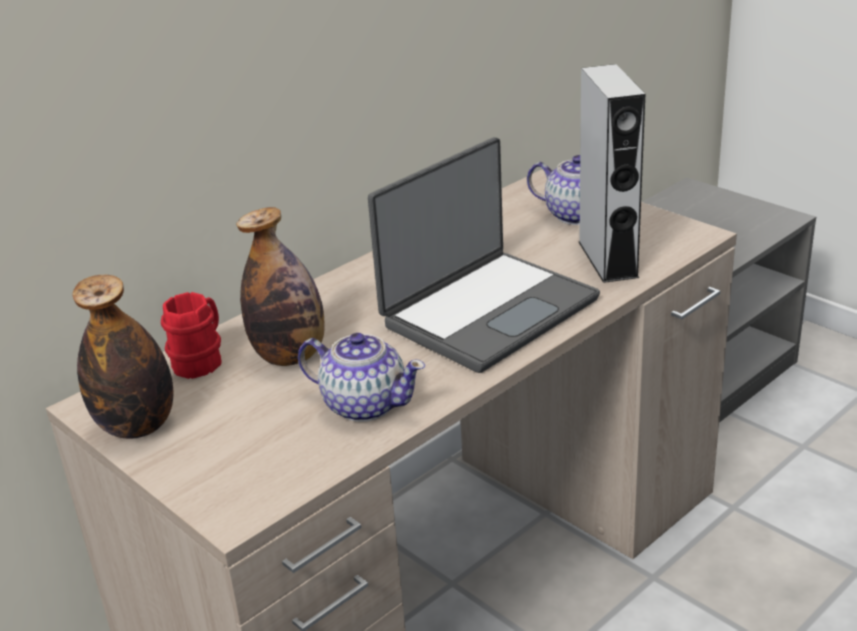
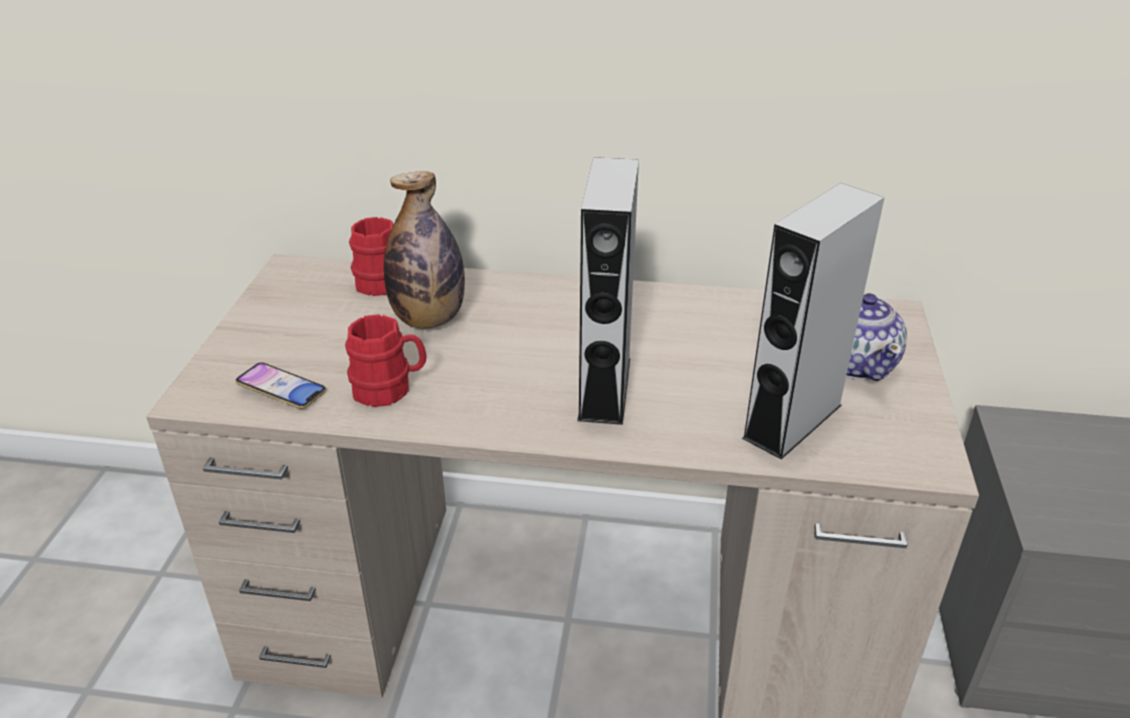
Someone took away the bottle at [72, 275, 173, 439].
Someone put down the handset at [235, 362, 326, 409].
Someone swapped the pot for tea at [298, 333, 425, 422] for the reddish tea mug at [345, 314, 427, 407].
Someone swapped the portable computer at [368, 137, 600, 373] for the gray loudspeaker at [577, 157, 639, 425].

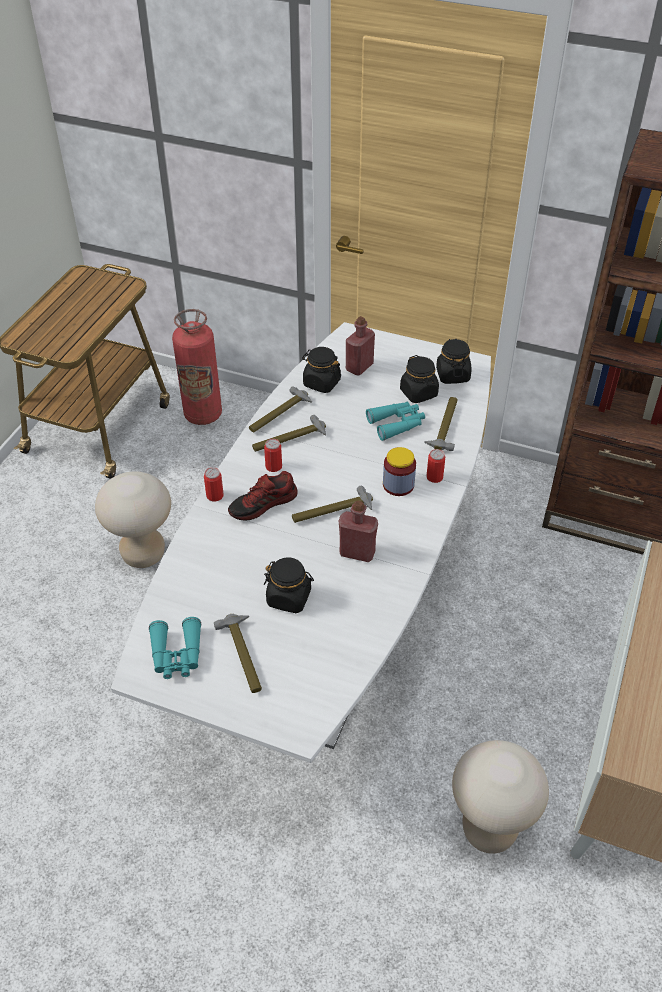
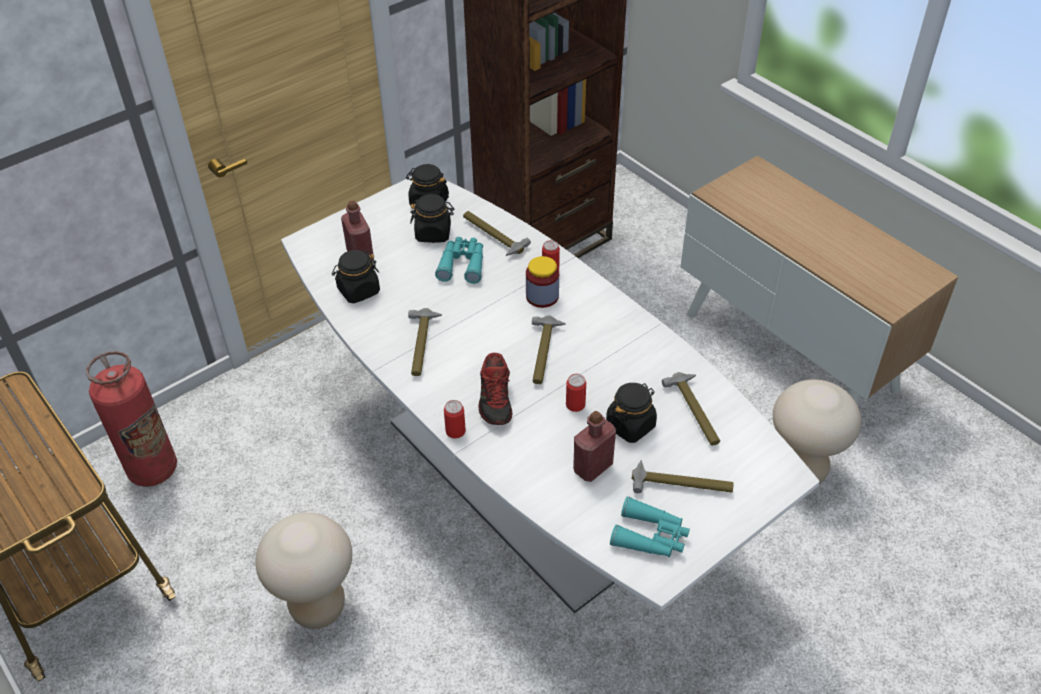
Someone carried the hand hammer from [249, 386, 312, 432] to [662, 372, 720, 446].
Someone carried the metal can from [264, 439, 282, 472] to [566, 374, 586, 412].
Someone carried the reddish bottle from [339, 501, 378, 562] to [573, 411, 616, 482].

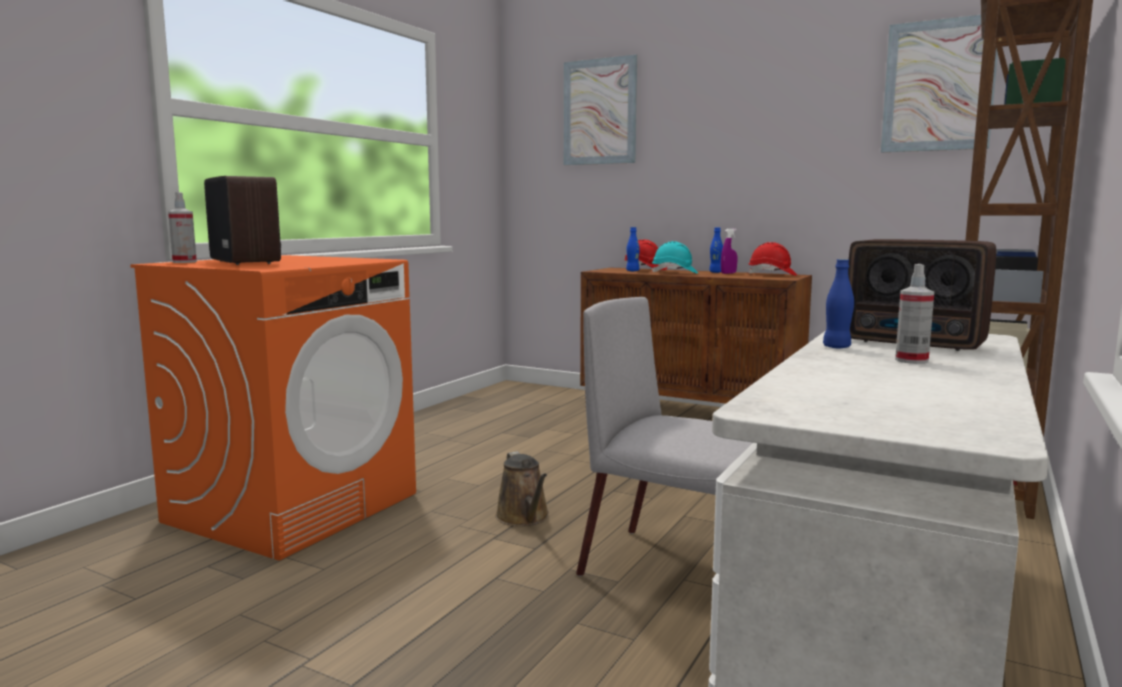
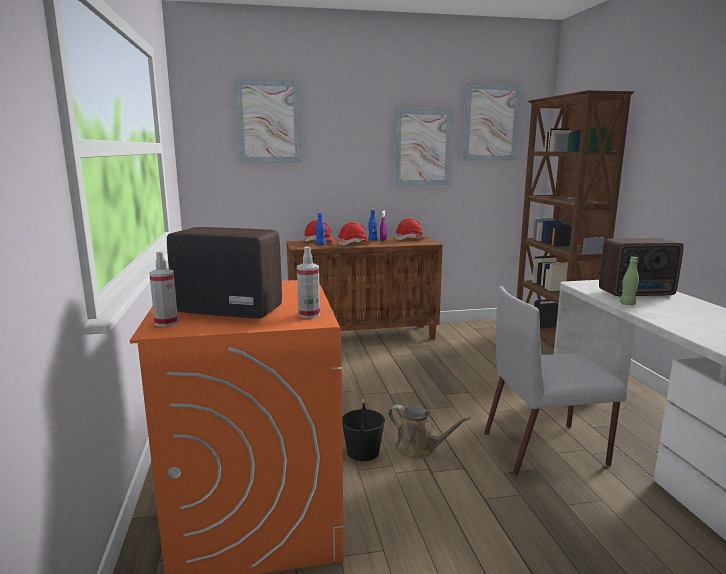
Someone put down the black-coloured pail at [342, 399, 385, 461].
Someone put up the wall picture at [394, 108, 453, 186].
Someone carried the hand sprayer from [895, 264, 935, 364] to [297, 246, 320, 318].
Someone repainted the turquoise hard hat at [652, 241, 698, 274], which became the reddish hard hat at [338, 222, 369, 246].
Someone repainted the blue-coloured bottle at [823, 259, 854, 348], which became the green bottle at [620, 257, 639, 305].

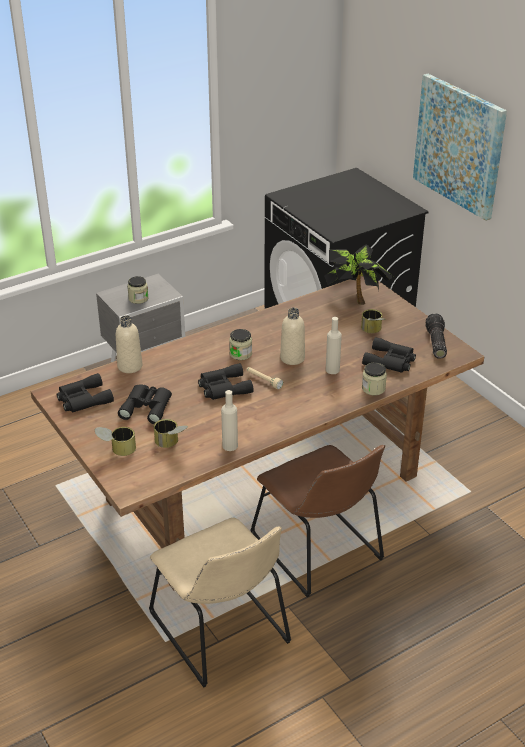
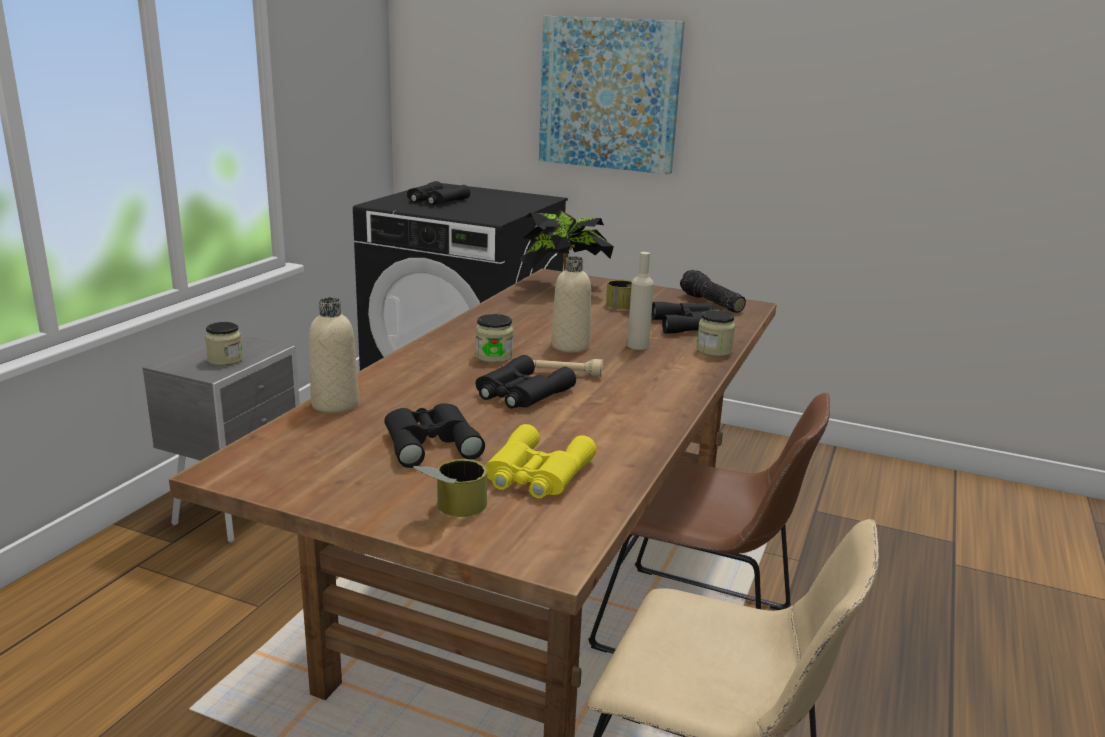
Someone took away the beige bottle at [221, 390, 238, 451].
Someone carried the black-coloured pair of binoculars from [57, 373, 114, 413] to [407, 181, 470, 205].
Someone swapped the metal can at [154, 419, 188, 448] for the yellowish pair of binoculars at [485, 424, 597, 498].

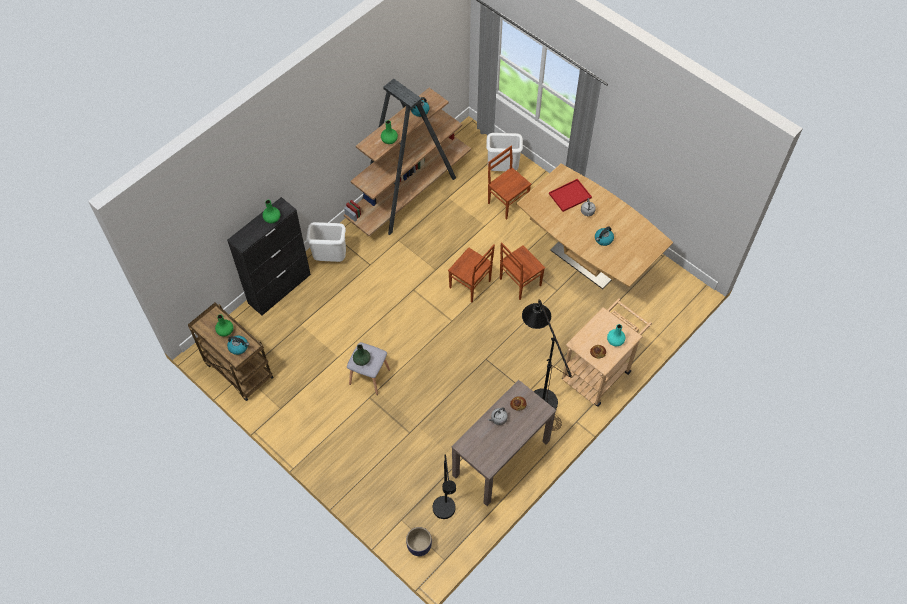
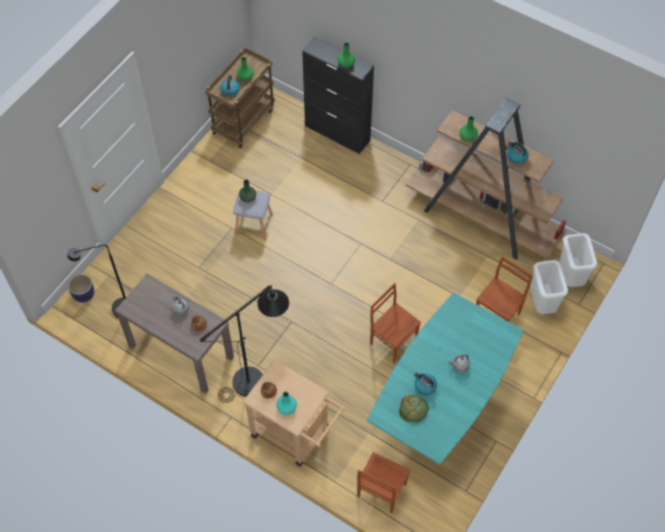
Someone took away the reddish serving tray at [549, 179, 592, 212].
Someone put down the baked bread at [399, 395, 429, 423].
Someone carried the white waste bin from [306, 222, 346, 262] to [560, 233, 597, 287].
Someone carried the brown-coloured plain chair from [448, 244, 495, 302] to [357, 452, 410, 513].
Someone repainted the brown-coloured kitchen table at [516, 164, 673, 289], which became the turquoise kitchen table at [367, 292, 524, 465].

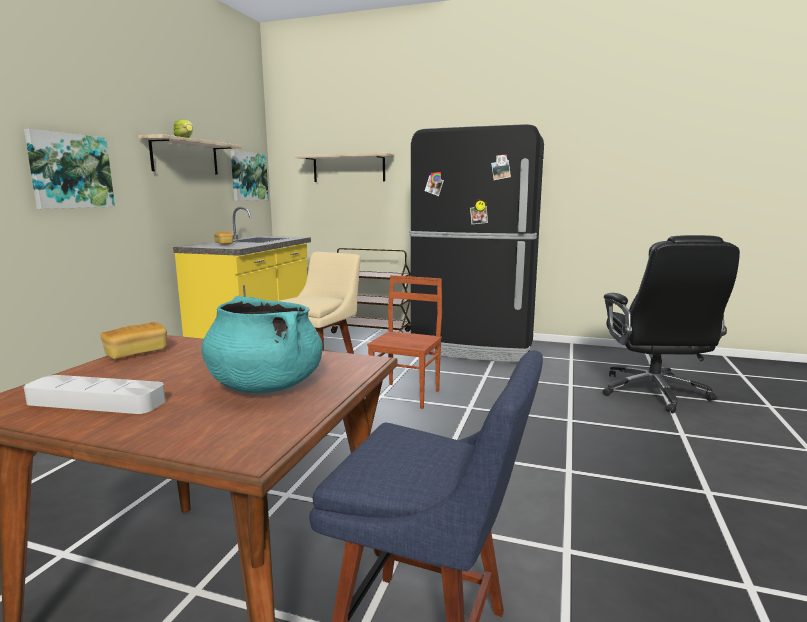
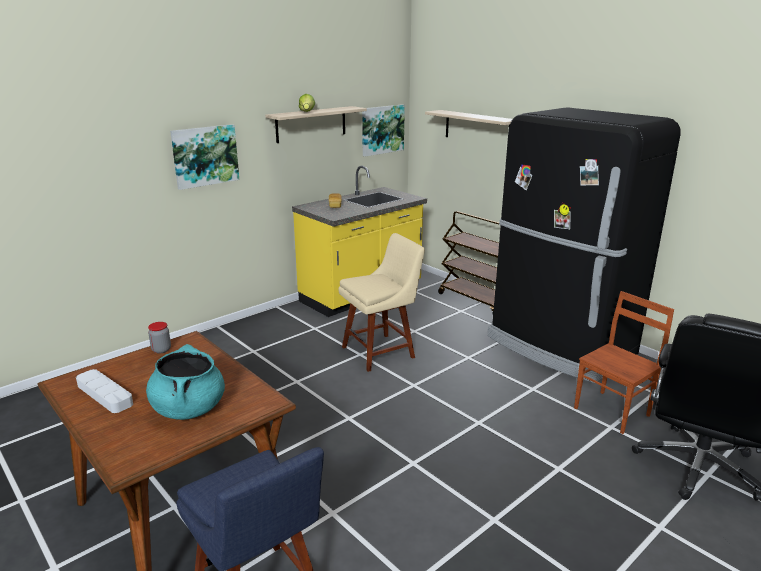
Someone carried the brown-coloured plain chair from [367, 275, 442, 409] to [574, 291, 674, 434].
Someone swapped the baked bread at [101, 322, 167, 359] for the jar at [148, 322, 171, 353].

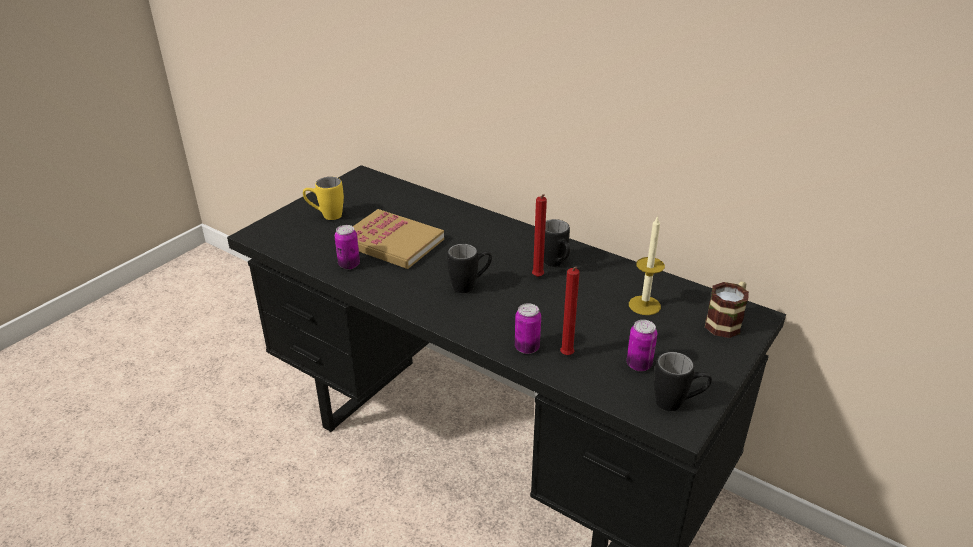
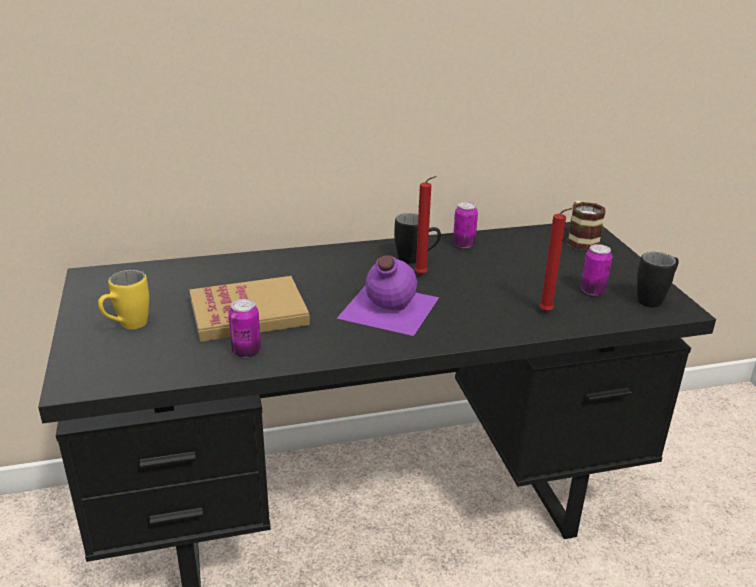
Someone took away the wax light at [629, 215, 665, 315].
Someone carried the metal can from [515, 303, 541, 354] to [453, 202, 478, 248].
Someone swapped the black-coloured tea mug at [447, 244, 492, 293] for the purple bottle at [337, 255, 439, 336].

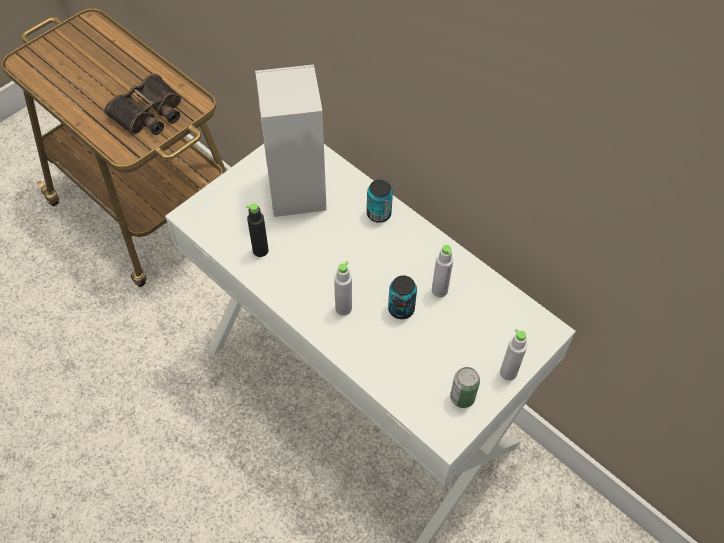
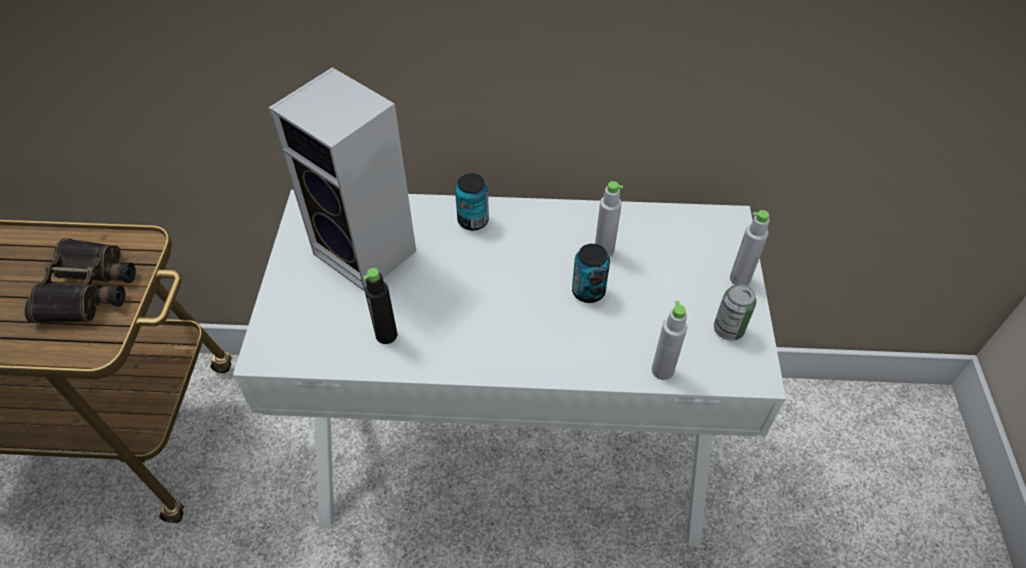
Someone carried the gray bottle from [334, 261, 352, 316] to [652, 301, 687, 380].

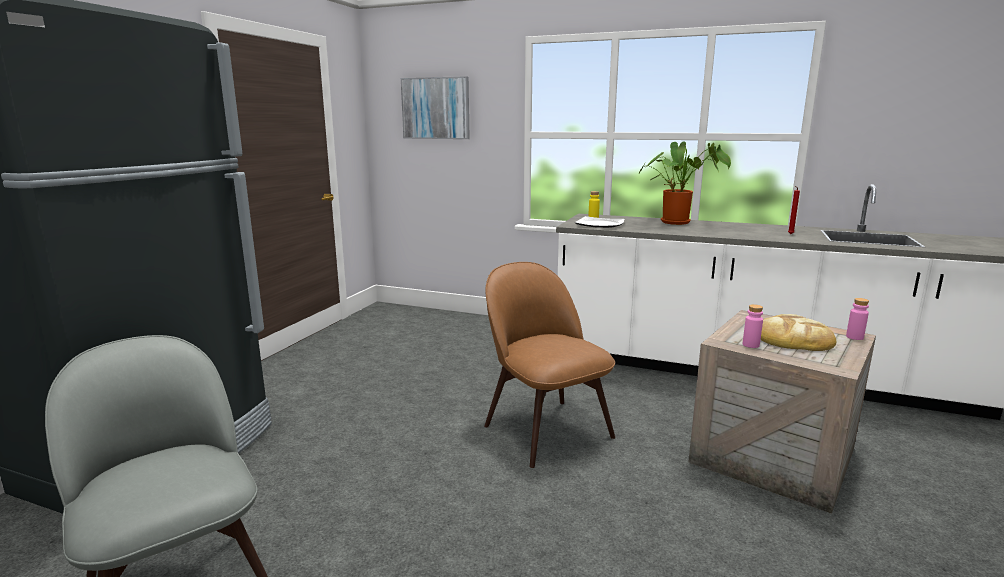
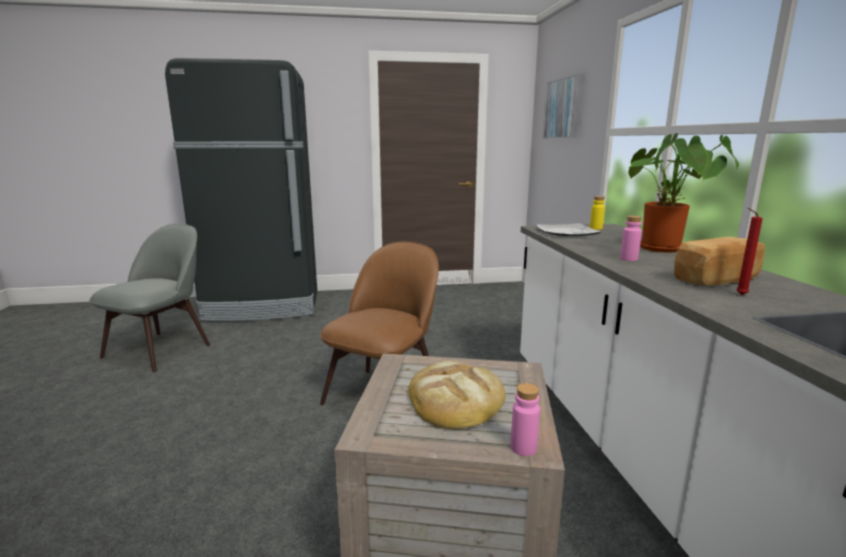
Someone put down the baked bread at [674, 237, 765, 286].
Someone carried the pinkish bottle from [743, 304, 763, 348] to [620, 216, 642, 261].

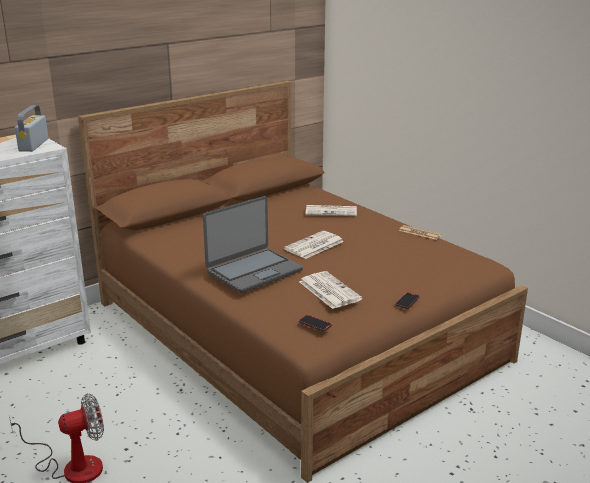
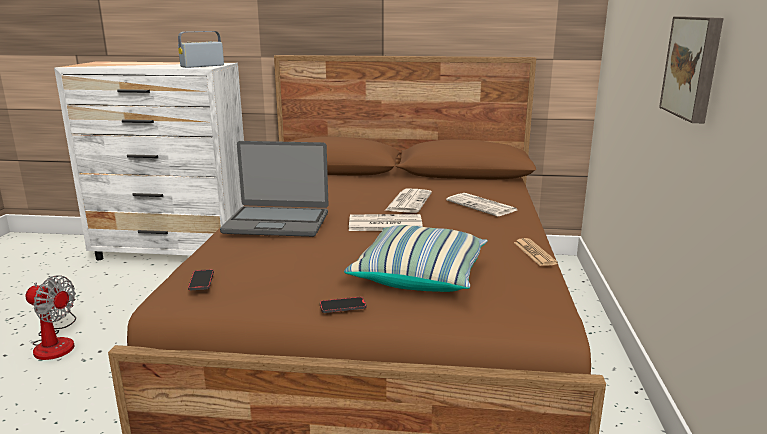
Someone put down the pillow at [344, 225, 488, 292].
Someone put up the wall picture at [659, 17, 724, 123].
Someone carried the printed paper from [299, 271, 362, 309] to [385, 189, 432, 213].

